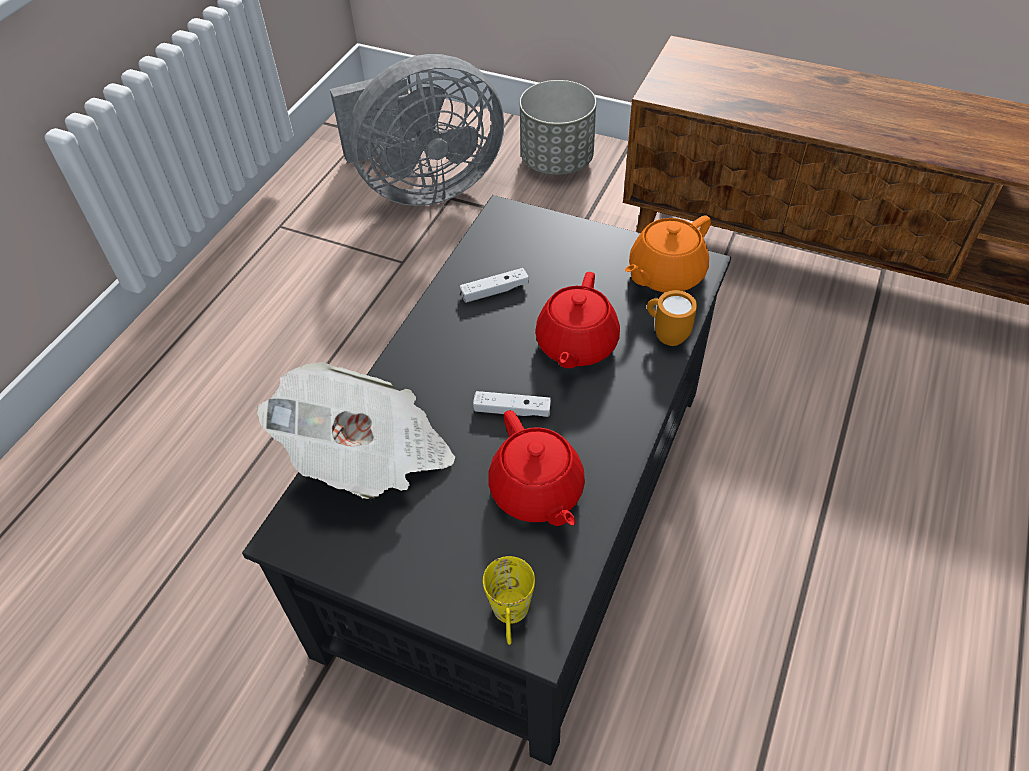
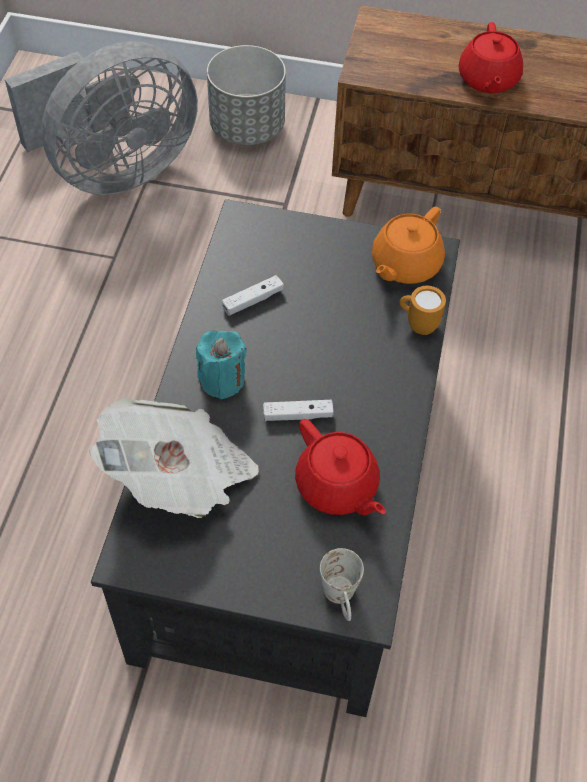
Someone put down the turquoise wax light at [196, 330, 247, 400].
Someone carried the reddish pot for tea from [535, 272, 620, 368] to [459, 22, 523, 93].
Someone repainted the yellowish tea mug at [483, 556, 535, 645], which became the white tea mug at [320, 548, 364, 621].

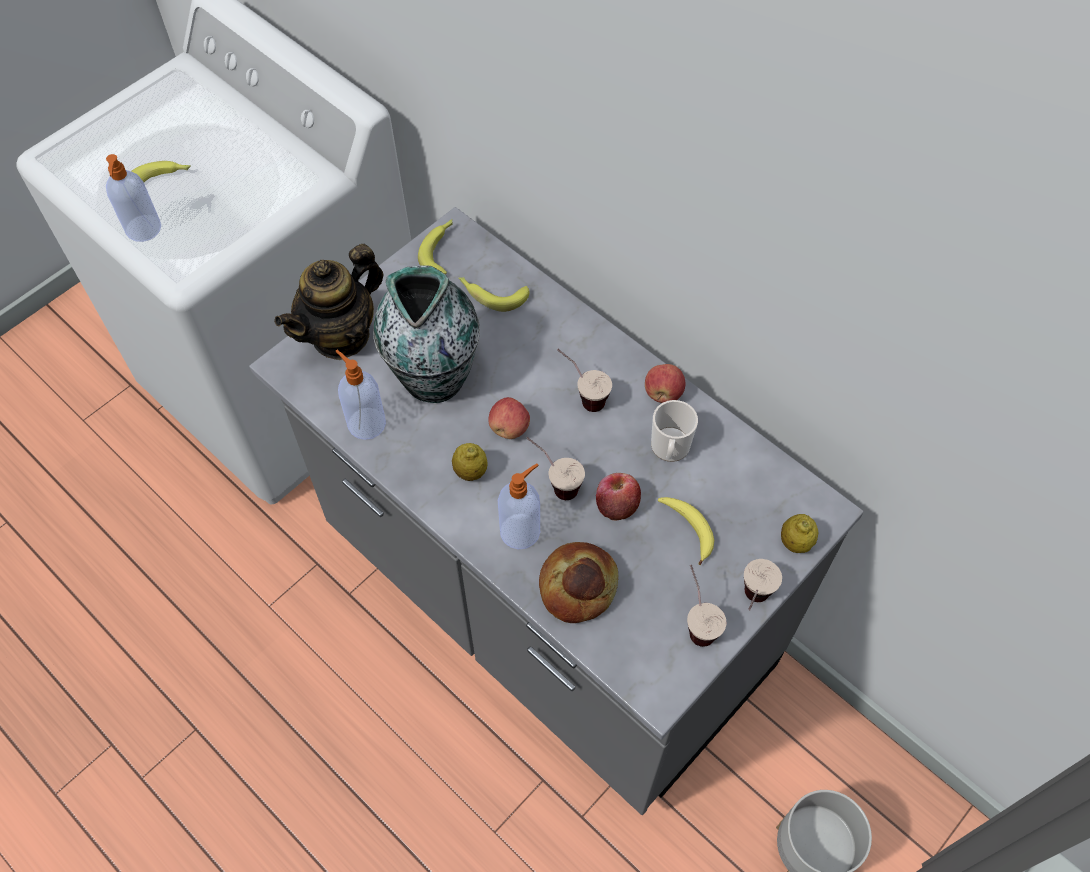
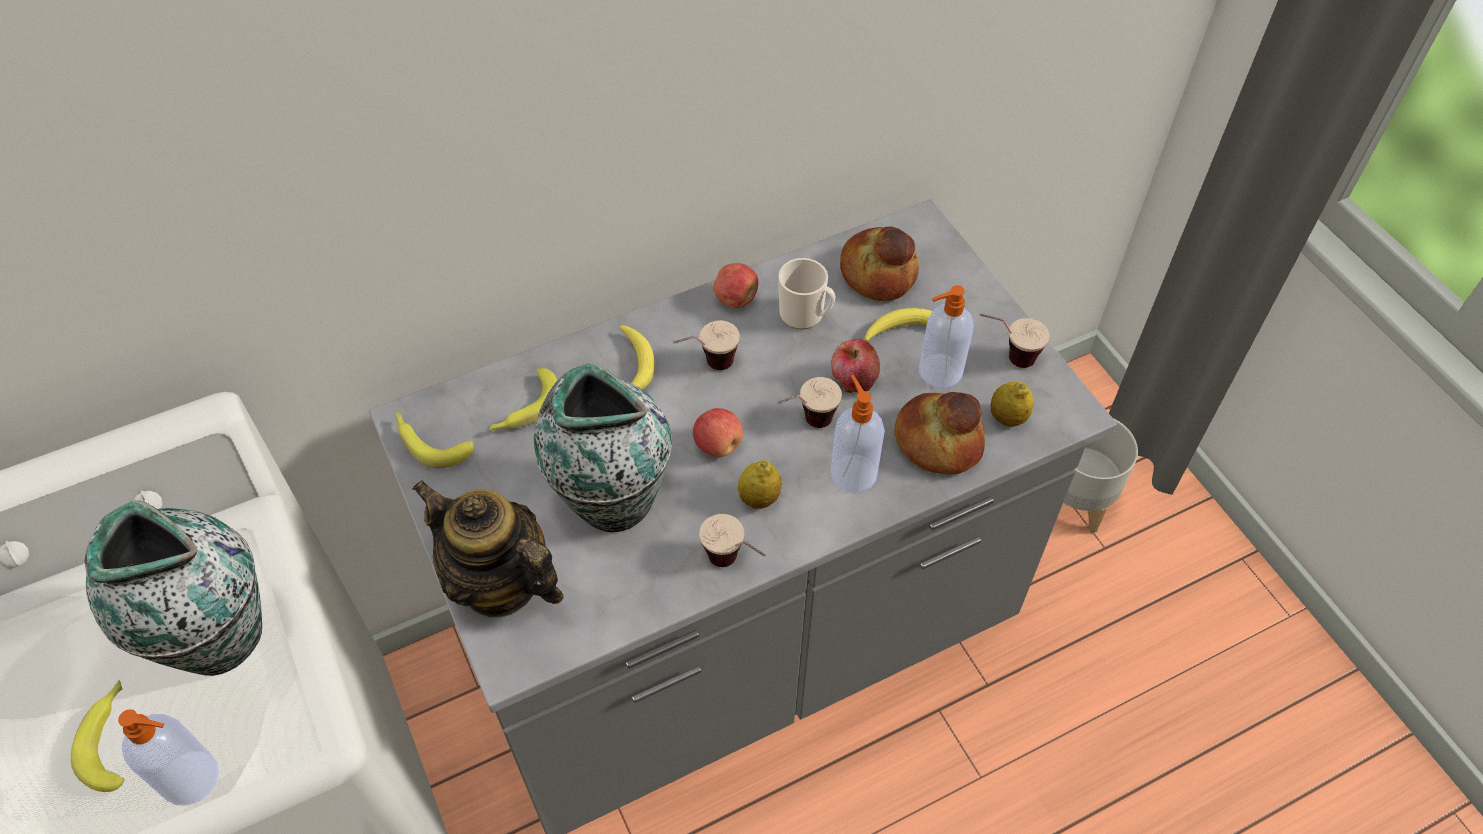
Someone put down the vase at [85, 500, 262, 676].
Someone put down the banana at [619, 325, 655, 390].
Someone put down the baked bread at [840, 226, 919, 301].
Someone carried the liquid soap bottle from [336, 350, 386, 440] to [919, 285, 974, 388].
Someone carried the drinking cup from [744, 559, 782, 610] to [699, 514, 765, 567].
Someone carried the whole lemon from [781, 514, 819, 553] to [991, 382, 1034, 427].
Someone rotated the pot for tea at [274, 244, 384, 360] by 150 degrees clockwise.

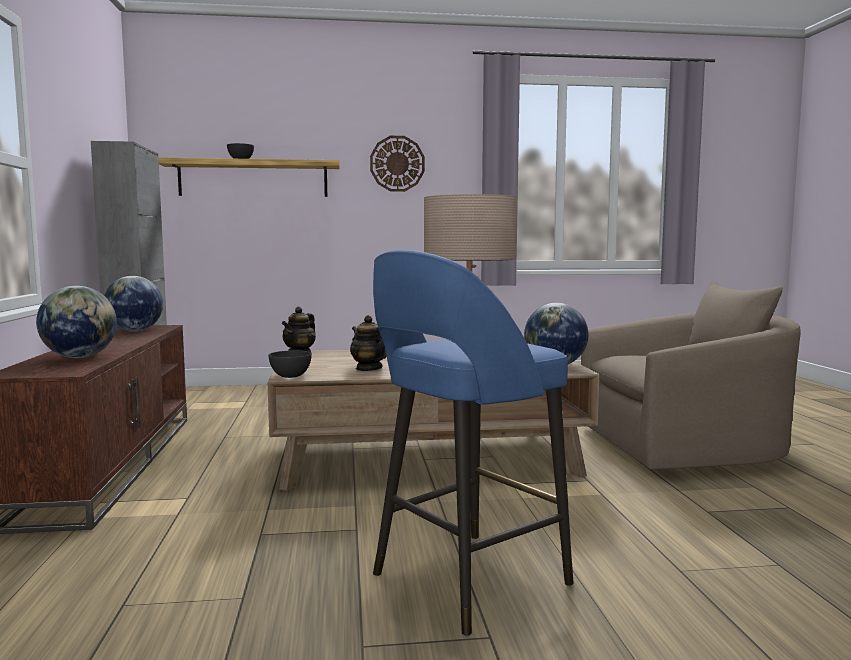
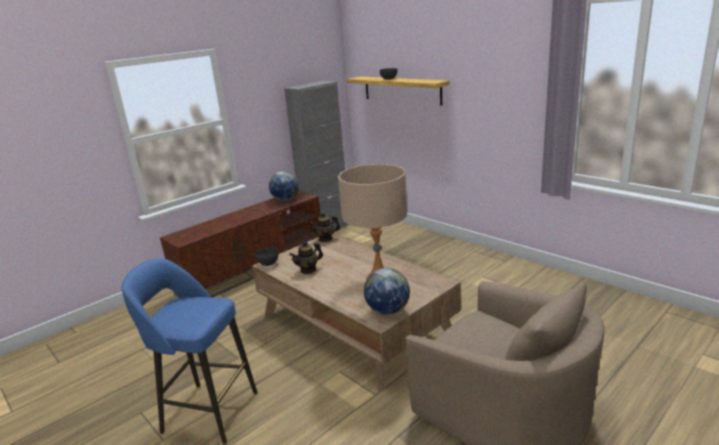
Someone took away the desk globe at [36, 286, 117, 358].
Someone took away the clock on the wall at [370, 136, 425, 192].
Someone rotated the pot for tea at [350, 315, 387, 371] by 135 degrees counterclockwise.

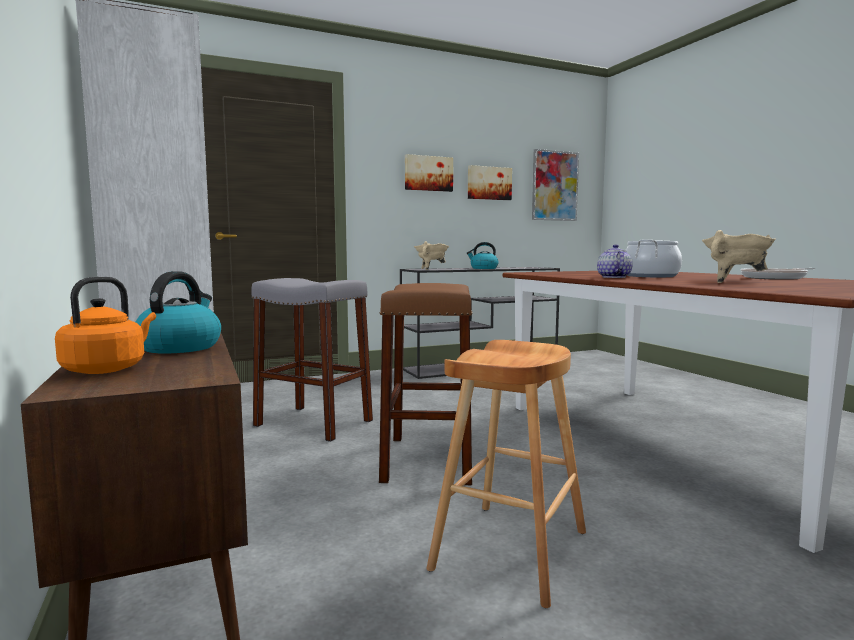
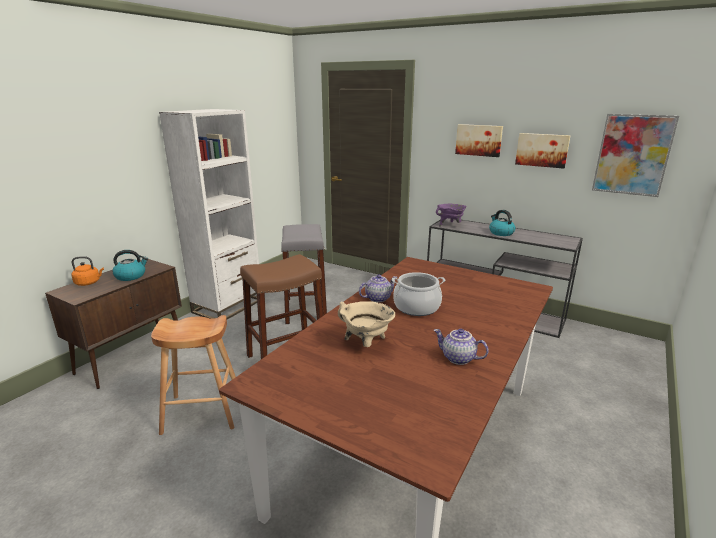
Someone swapped the pan at [741, 268, 815, 280] for the pot for tea at [434, 329, 489, 365].
Someone repainted the beige saucepot at [414, 241, 449, 270], which became the purple saucepot at [436, 204, 467, 227].

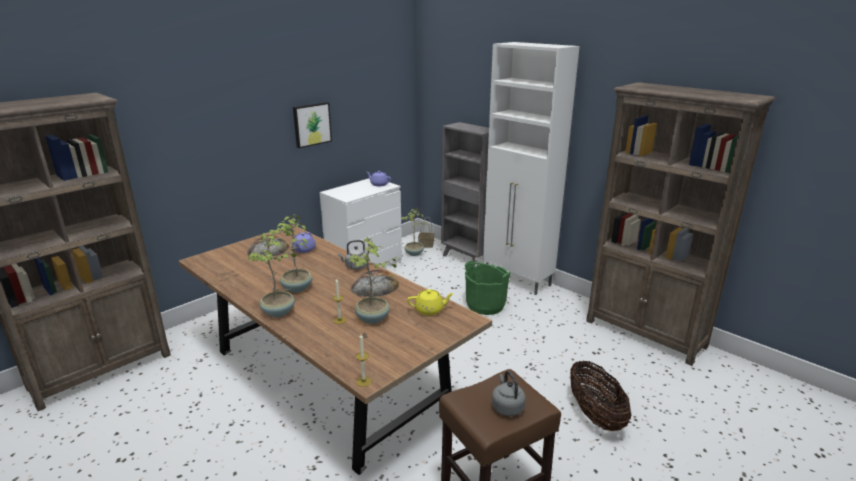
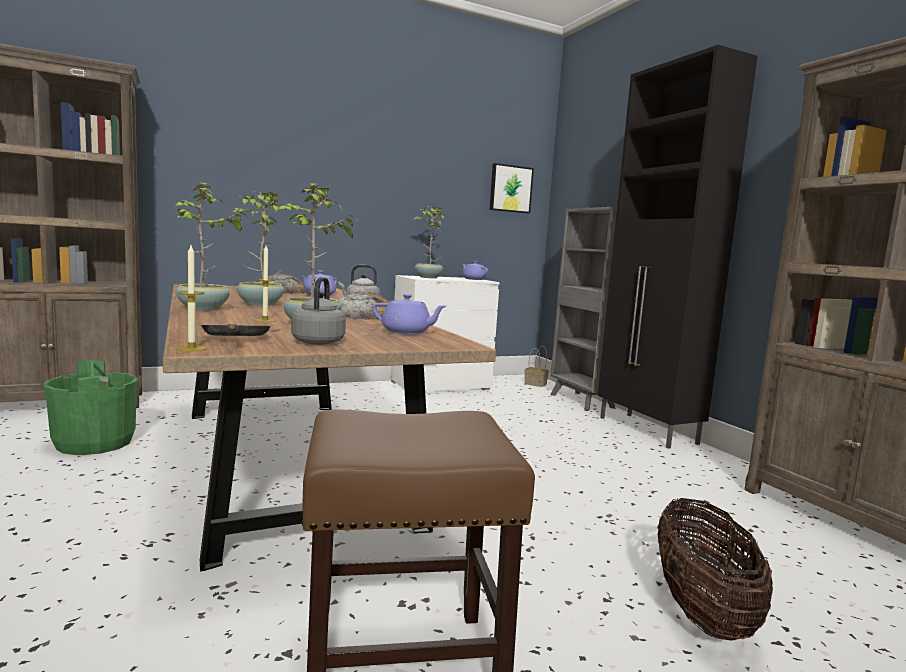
Someone put down the black-coloured pan at [201, 324, 270, 336].
Someone carried the wall picture from [293, 102, 332, 148] to [490, 163, 534, 213].
Someone carried the houseplant from [401, 208, 426, 256] to [412, 206, 444, 278].
Someone carried the green pail from [465, 260, 511, 315] to [43, 360, 138, 455].
Someone carried the gray kettle from [492, 371, 526, 416] to [291, 277, 346, 345].
Someone repainted the yellowish pot for tea at [407, 289, 454, 315], which became the purple pot for tea at [373, 294, 446, 334].
Someone repainted the white storage cabinet at [483, 42, 580, 295], which became the black-coloured storage cabinet at [598, 45, 758, 449].

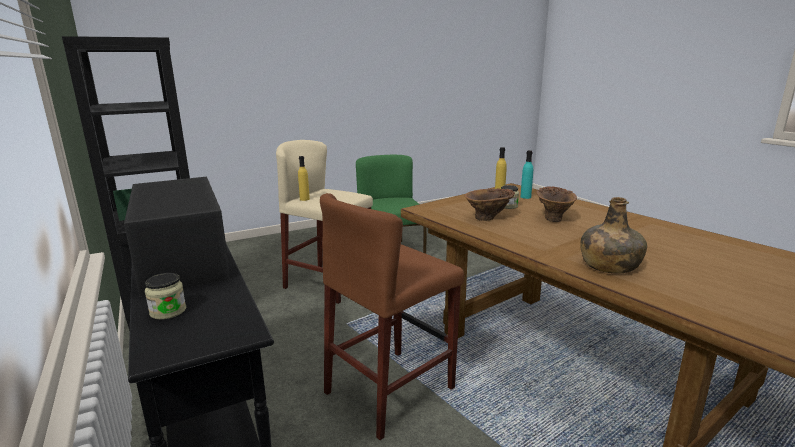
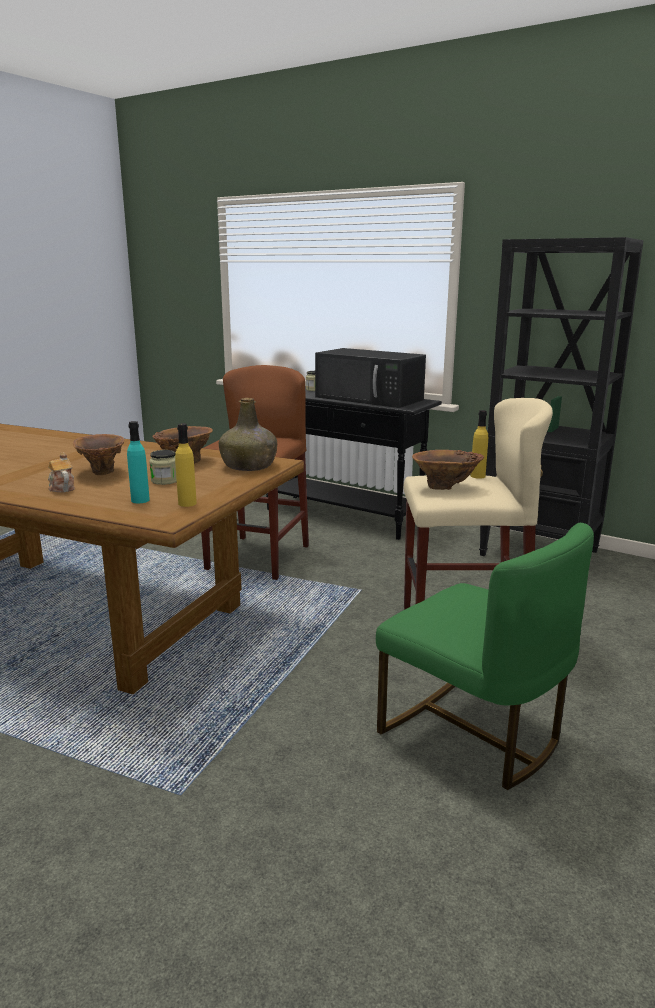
Someone put down the pot for tea at [48, 452, 75, 492].
Someone put down the brown-coloured vase at [412, 450, 484, 490].
Someone carried the green bottle from [580, 197, 647, 273] to [219, 398, 277, 471].

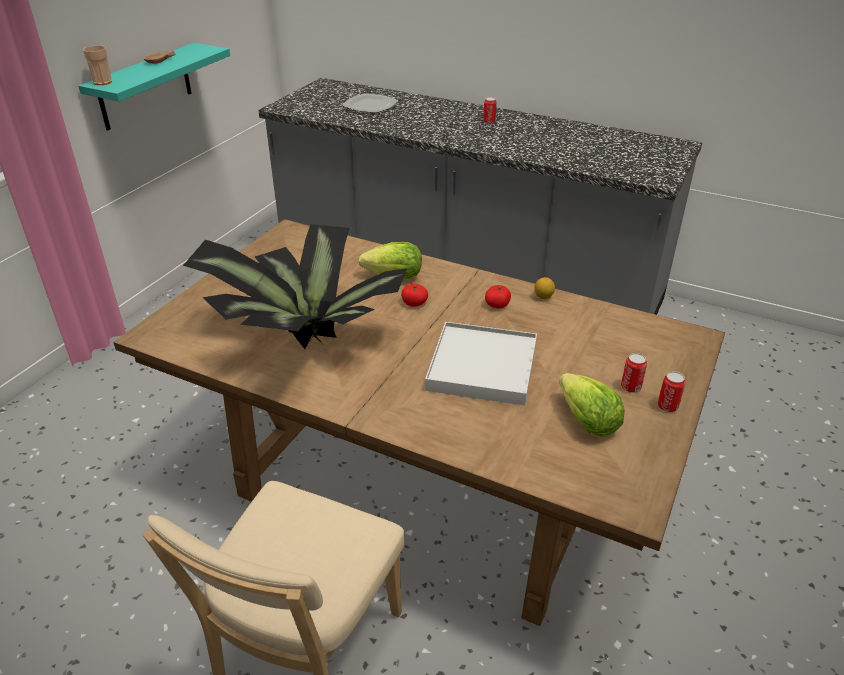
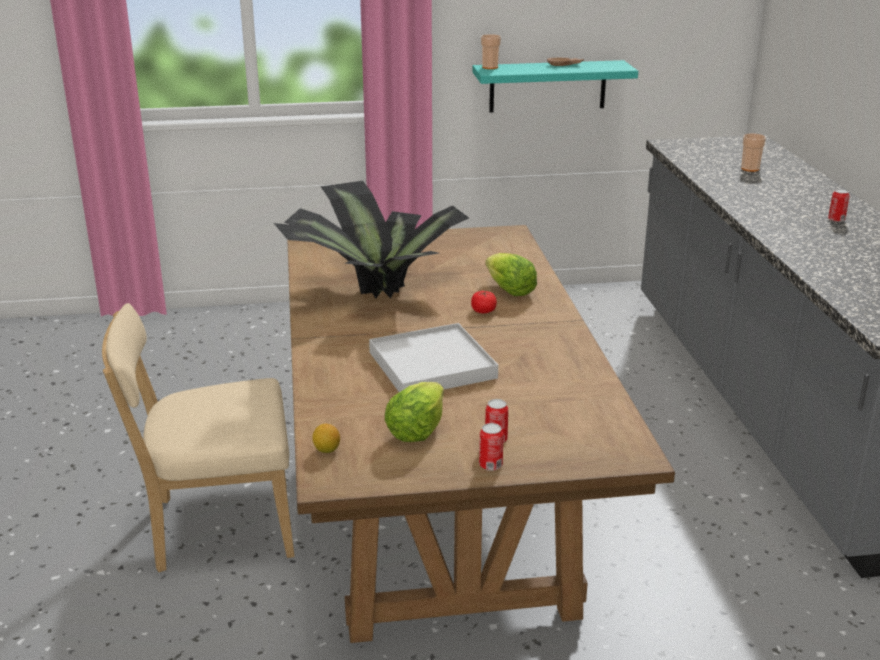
Someone took away the whole tomato at [485, 285, 511, 308].
Someone carried the whole lemon from [534, 277, 555, 299] to [312, 424, 340, 453].
Someone swapped the plate at [342, 93, 398, 113] for the drinking cup at [741, 133, 766, 172].

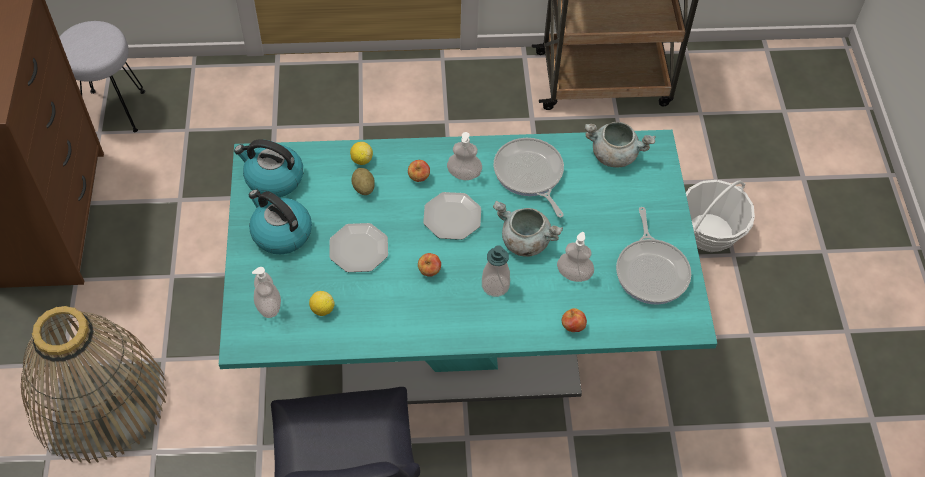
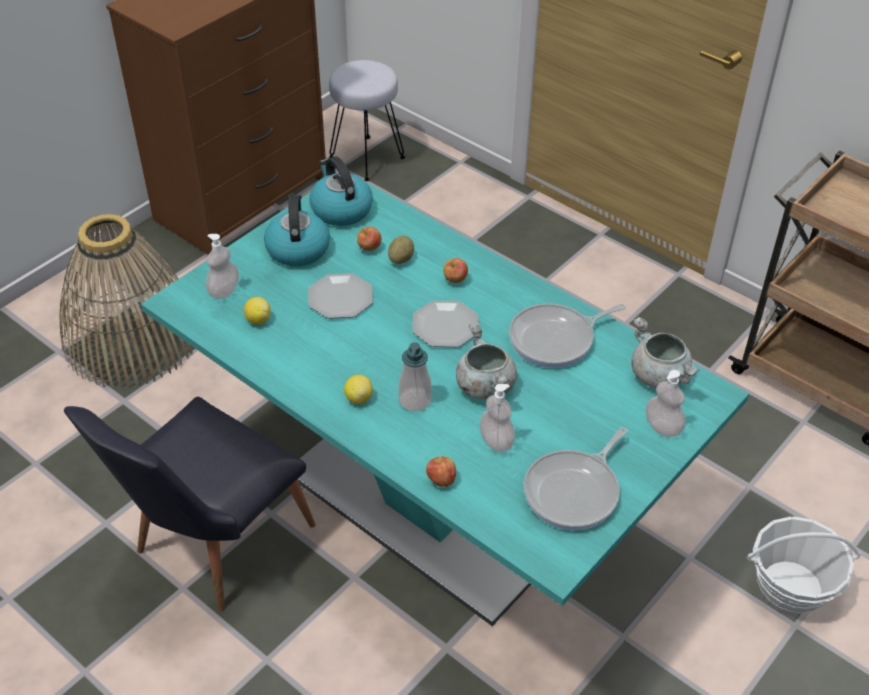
Someone carried the whole lemon from [350, 142, 373, 165] to [344, 375, 373, 404].
Someone carried the whole apple from [418, 253, 441, 277] to [357, 227, 382, 251].
Someone carried the liquid soap bottle from [447, 132, 482, 180] to [646, 370, 685, 437].
Someone rotated the pan at [493, 138, 564, 218] by 135 degrees counterclockwise.

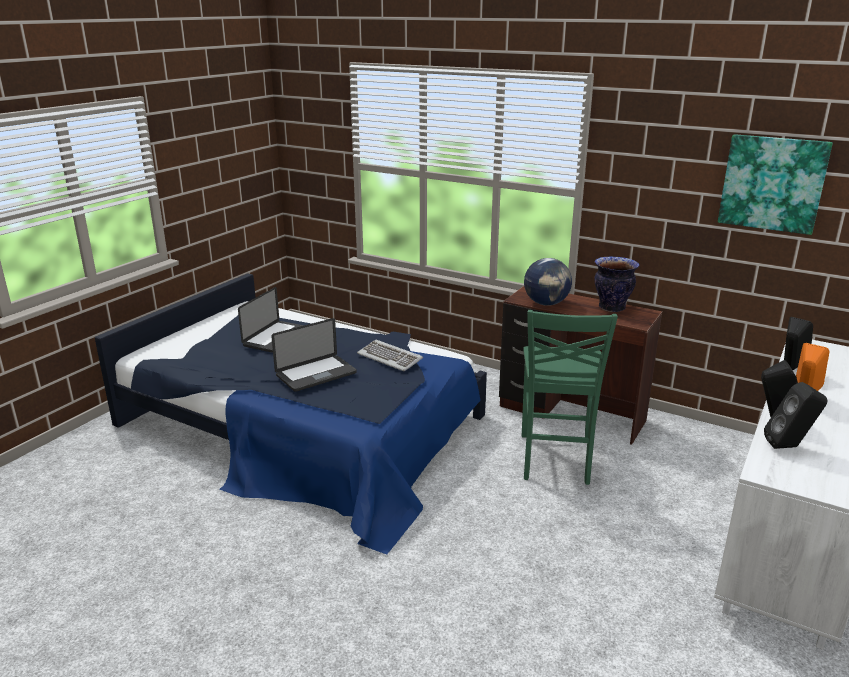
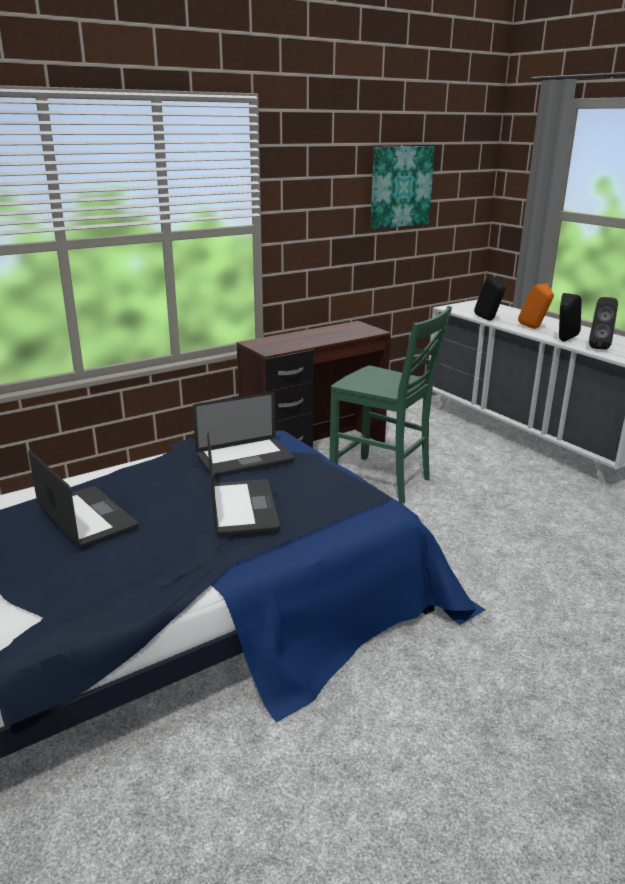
Someone took away the desk globe at [524, 258, 572, 306].
Someone took away the vase at [594, 257, 640, 312].
Someone swapped the PC keyboard at [357, 340, 423, 371] for the portable computer at [193, 392, 294, 477].

